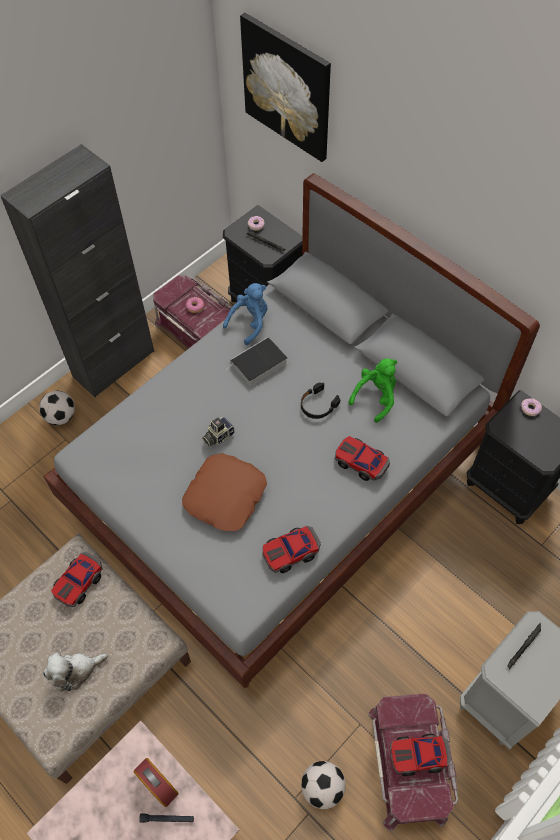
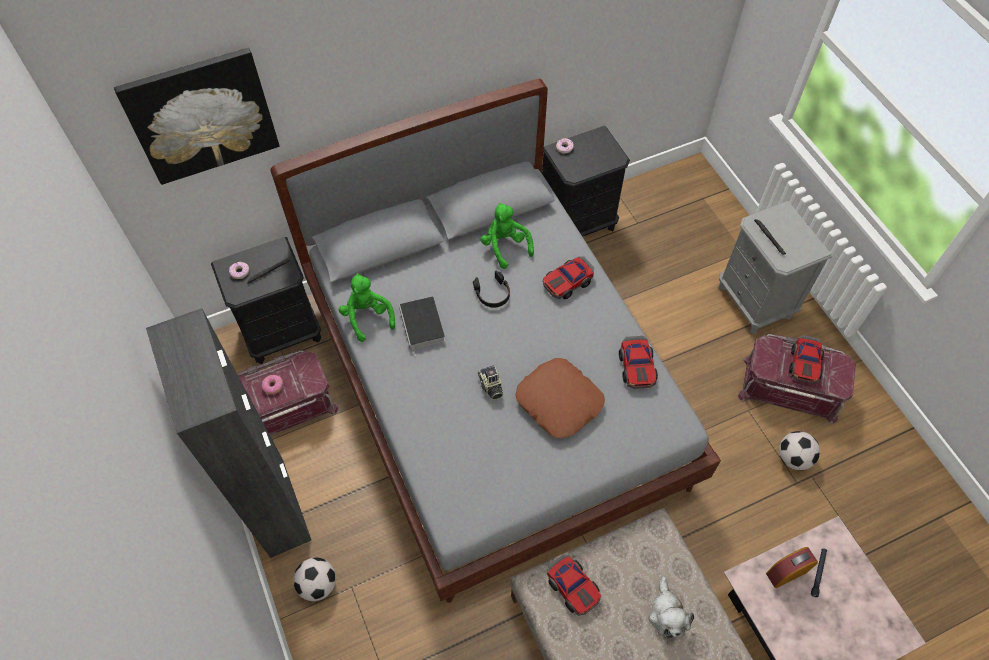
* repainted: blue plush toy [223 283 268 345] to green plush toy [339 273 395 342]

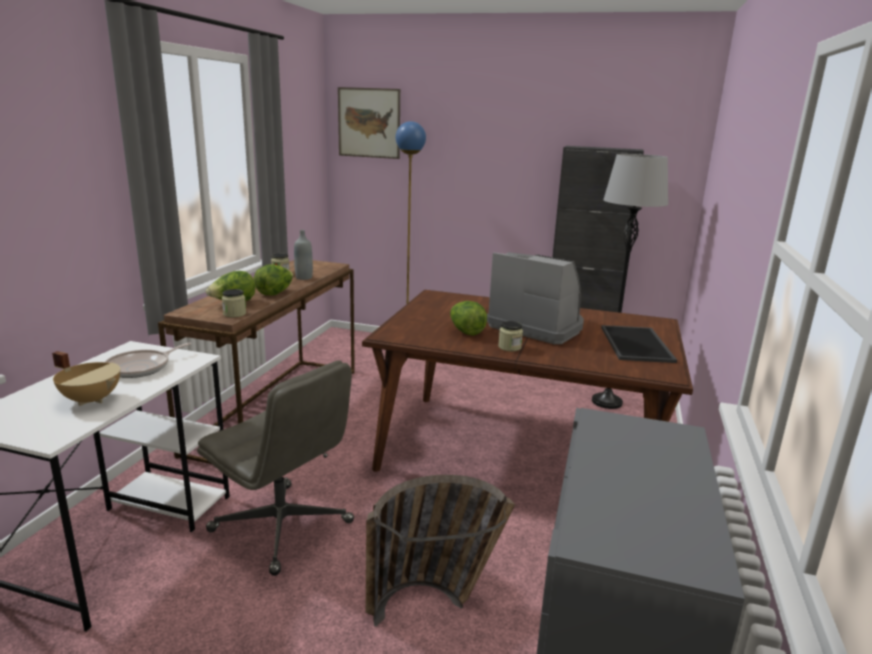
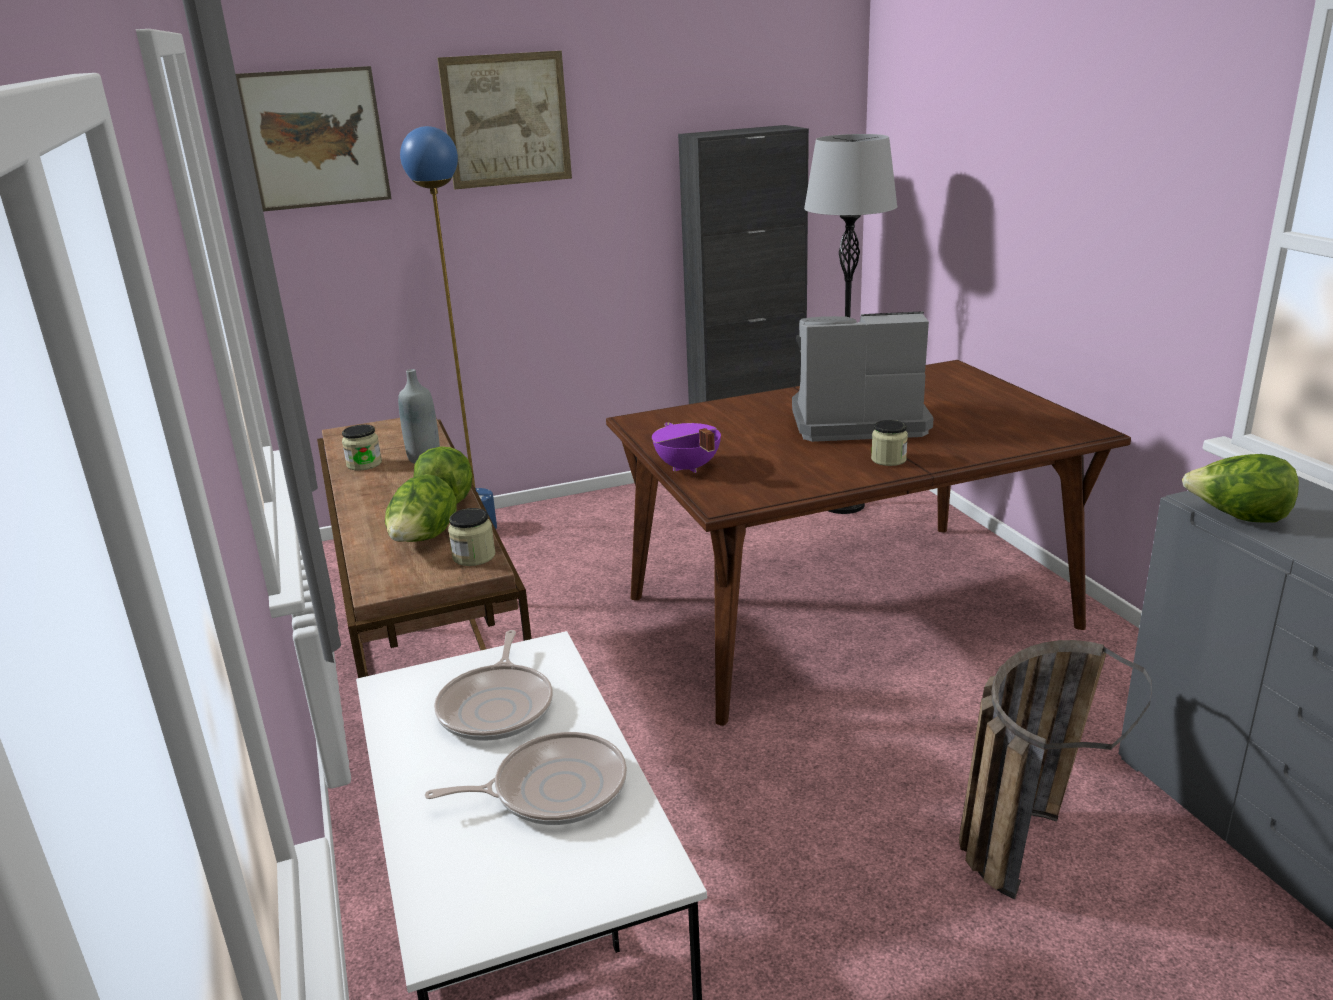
* shifted: lettuce [450 301 487 336] to [1182 454 1299 523]
* gone: tray [601 325 677 363]
* swapped: beige cooking pot [52 351 120 406] to frying pan [424 732 627 825]
* gone: grey office chair [197 360 354 576]
* new: picture [437 51 572 189]
* new: purple cooking pot [652 423 721 473]

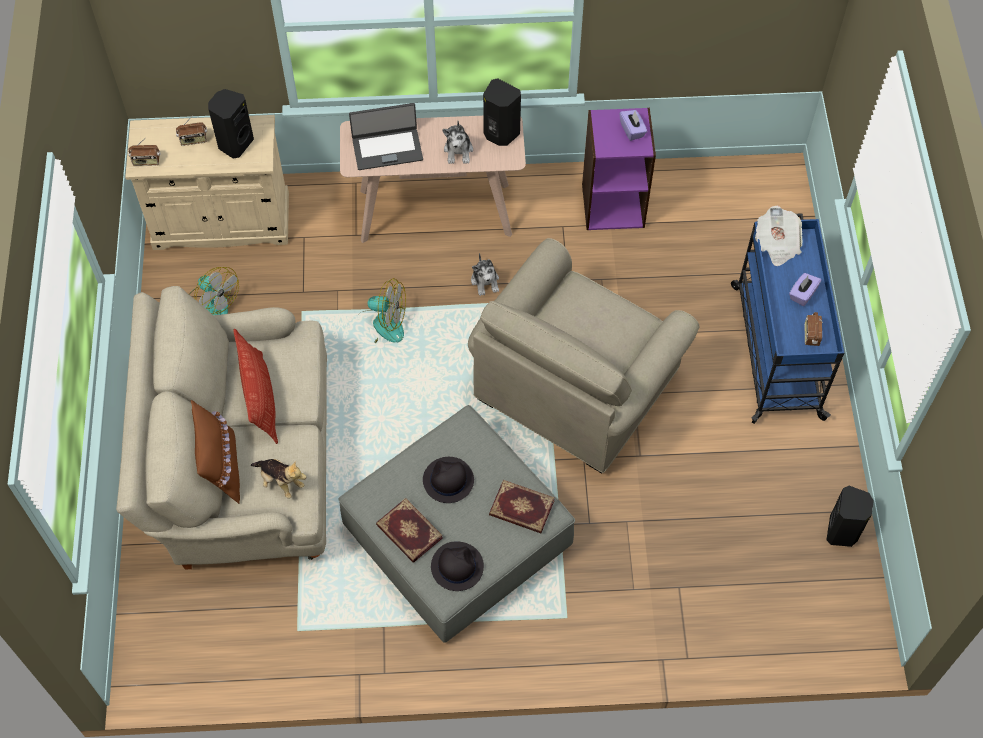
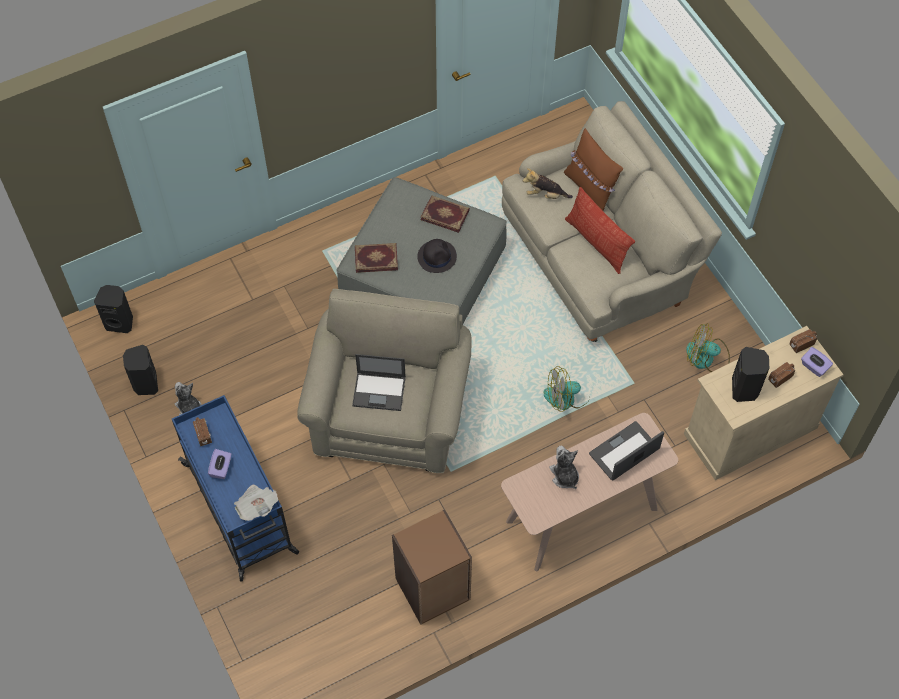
* shifted: black speaker [483 78 521 146] to [94 285 133 333]
* repainted: purple bookcase [582 108 656 230] to brown bookcase [392 510 472 625]
* shifted: purple tissue box [619 110 647 141] to [801 347 833 377]
* shifted: plush toy [471 253 499 296] to [175 382 202 415]
* gone: black hat [431 541 484 591]
* new: laptop [352 354 406 411]

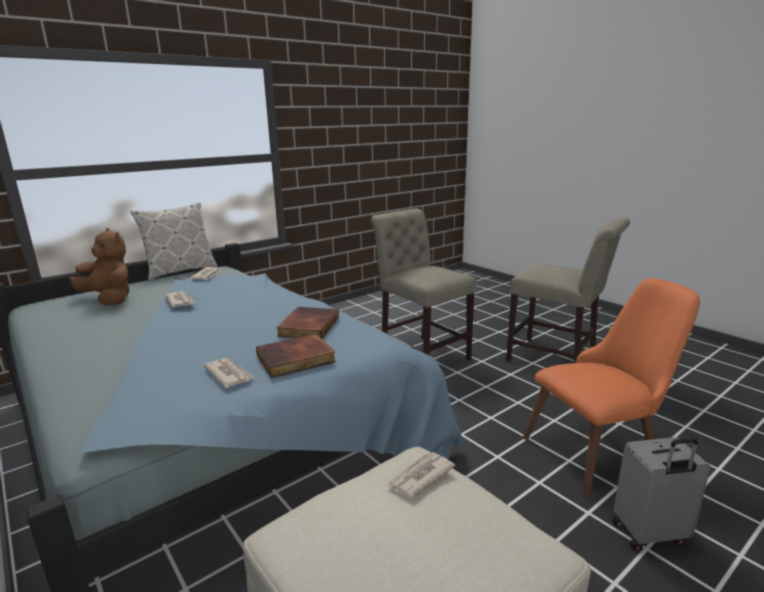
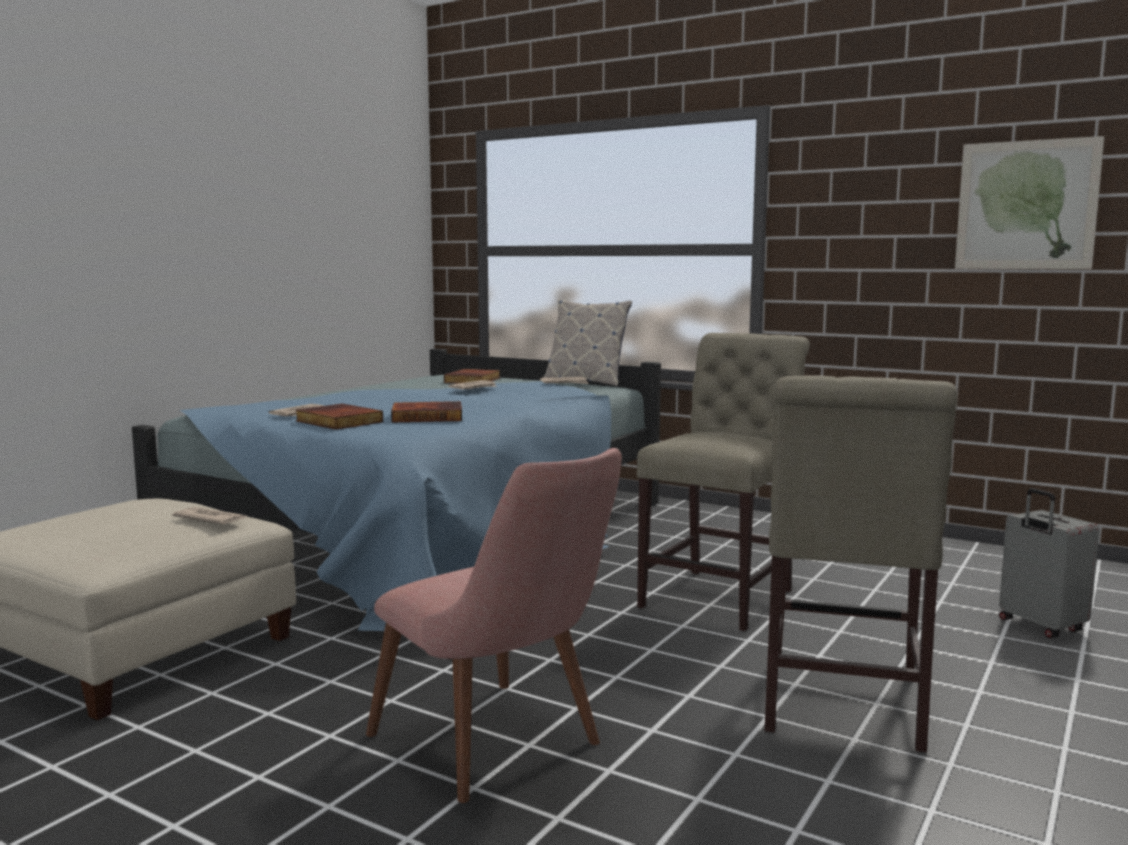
* swapped: brown plush toy [69 228 130 305] to book [444 369 500 384]
* repainted: orange chair [523 278 700 497] to pink chair [366 448 622 803]
* shifted: grey suitcase [612 437 711 551] to [999 488 1099 638]
* new: picture [955 136 1104 269]

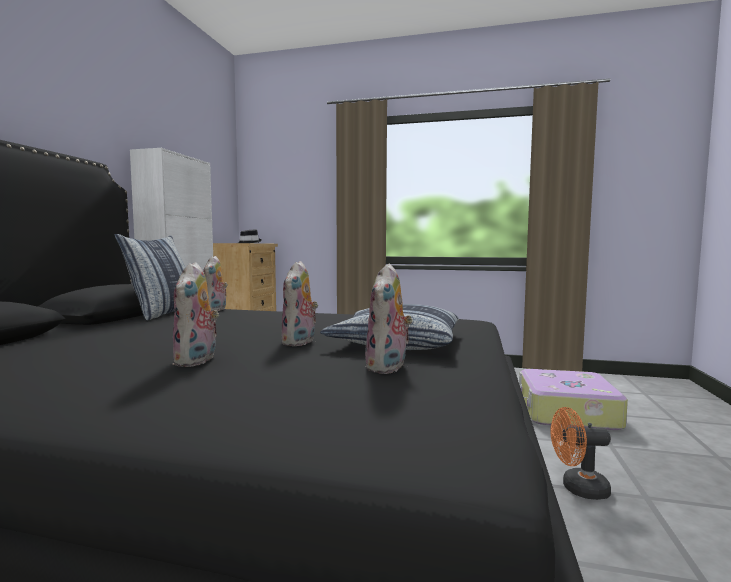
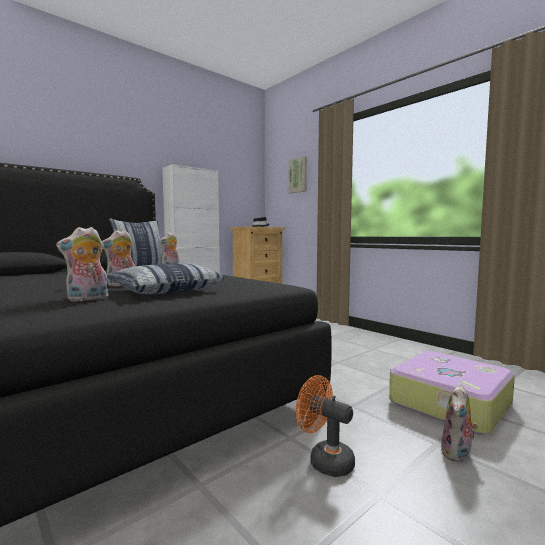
* shifted: plush toy [172 262 219 367] to [441 384 478 462]
* new: picture [289 156 307 193]

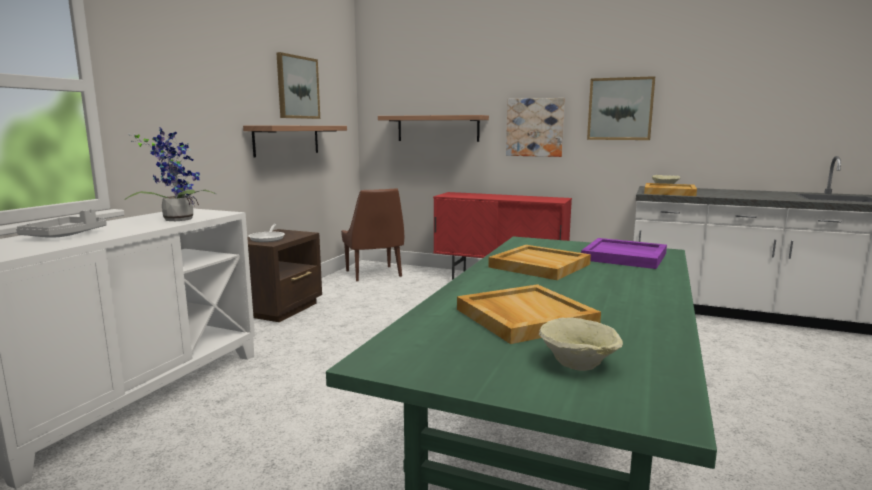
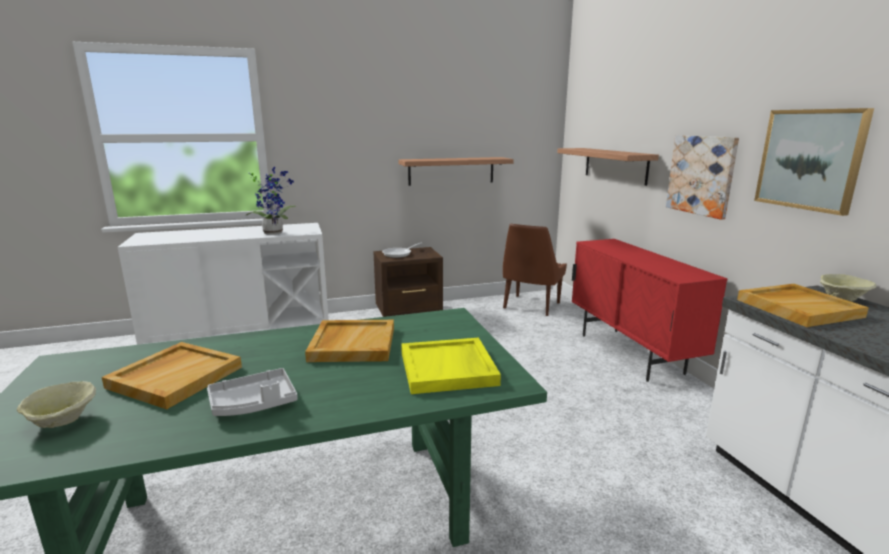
* gone: picture [277 52 320 119]
* shifted: grey tray [16 209 107 238] to [207 368 298 416]
* repainted: purple tray [581 238 667 269] to yellow tray [401 338 501 394]

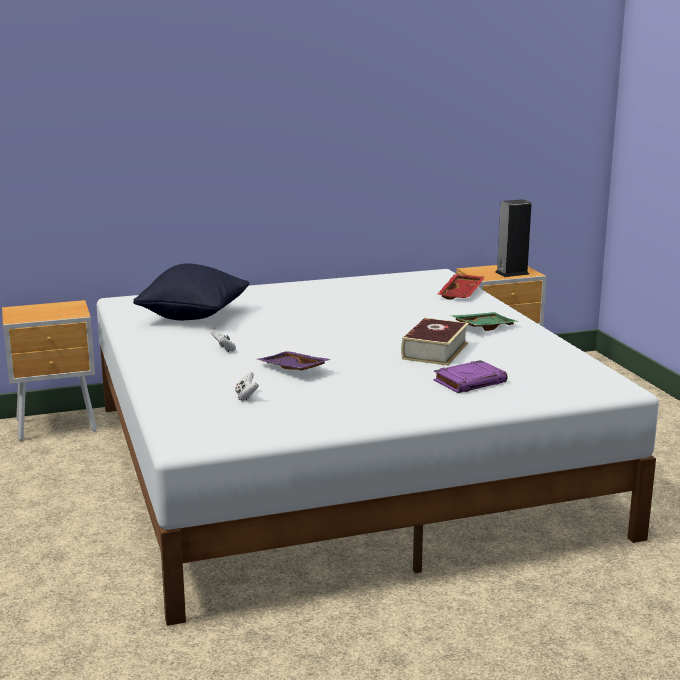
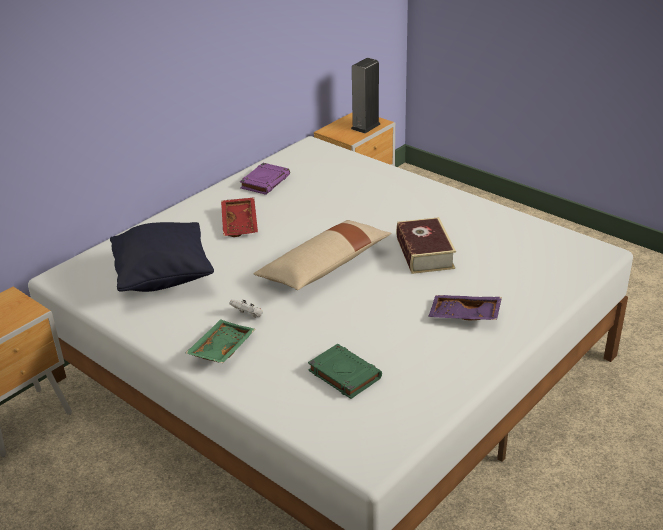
* shifted: red tray [437 274 485 300] to [221 197 258 237]
* shifted: green tray [450 312 519 331] to [185 319 256 363]
* shifted: purple tray [257 351 331 370] to [428 295 502 320]
* shifted: purple book [434 360 507 393] to [240 163 290 195]
* swapped: white game controller [235 372 259 401] to green book [308 344 382 399]
* new: beige pillow [253 220 392 290]

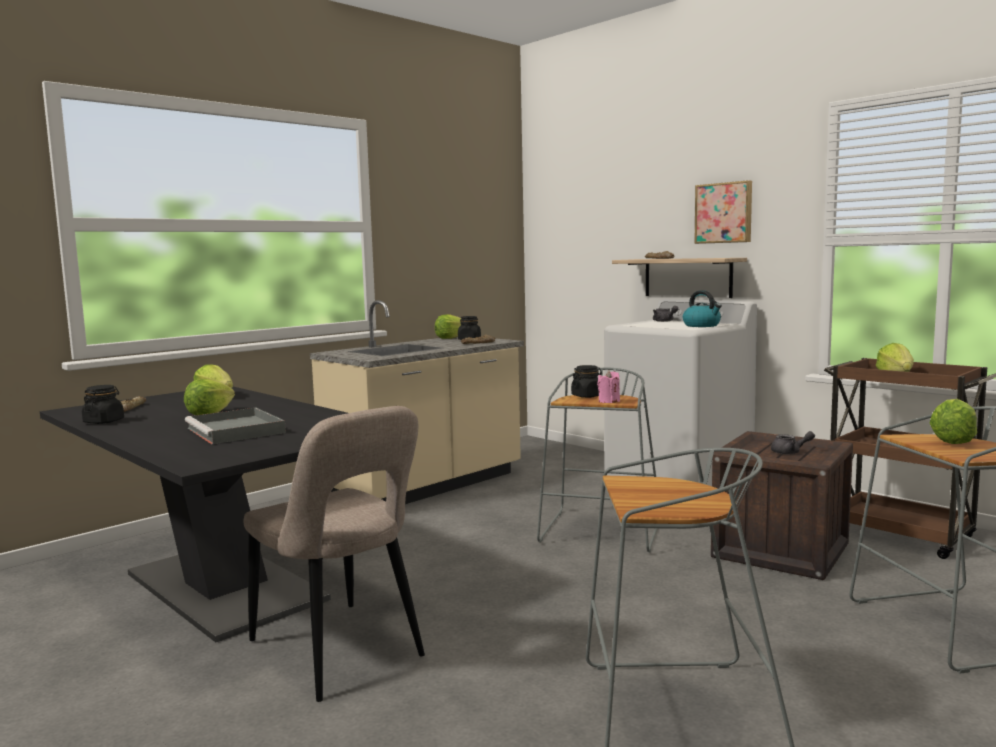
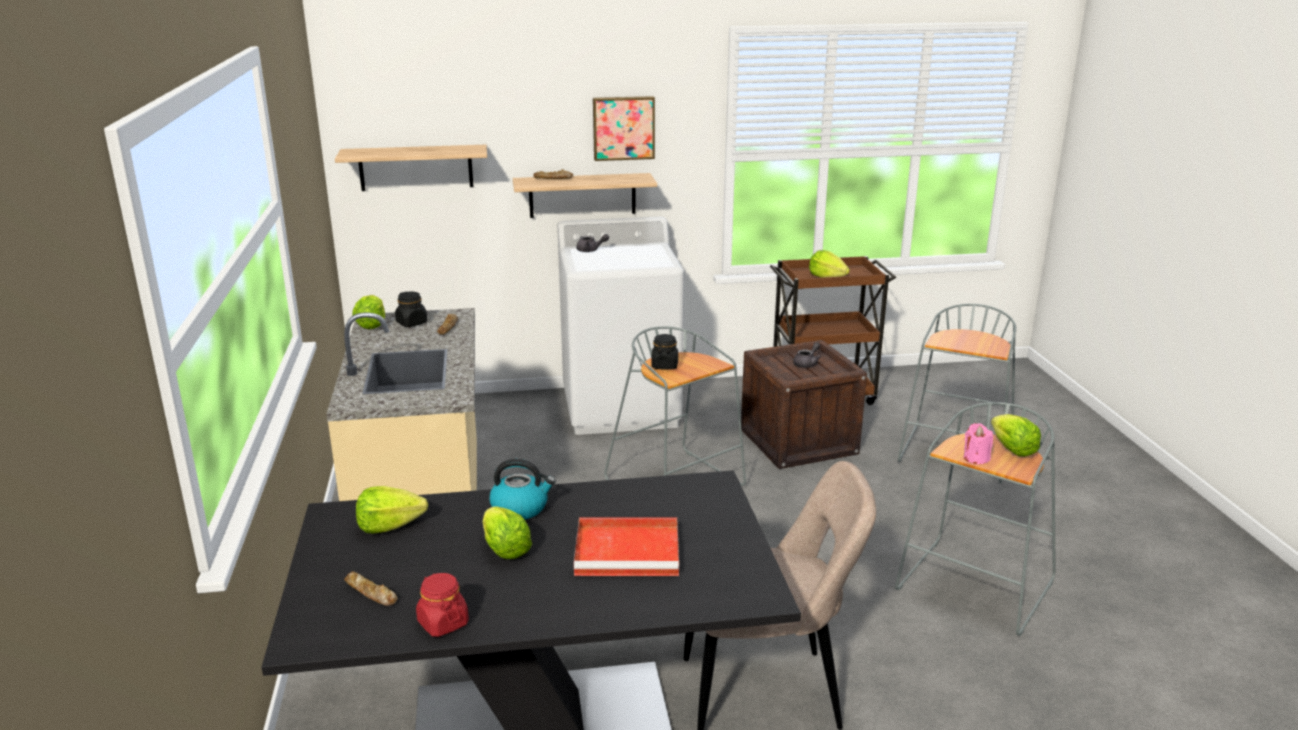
* shifted: kettle [683 290 722 327] to [489 459 556 520]
* shifted: pink candle [597 370 620 403] to [964 423 993 464]
* repainted: black jar [82 385 124 424] to red jar [416 573 469 637]
* shifted: lettuce [929 399 977 444] to [991 414 1041 457]
* repainted: grey tray [185 408 286 444] to red tray [574 517 679 576]
* new: shelf [335 145 487 191]

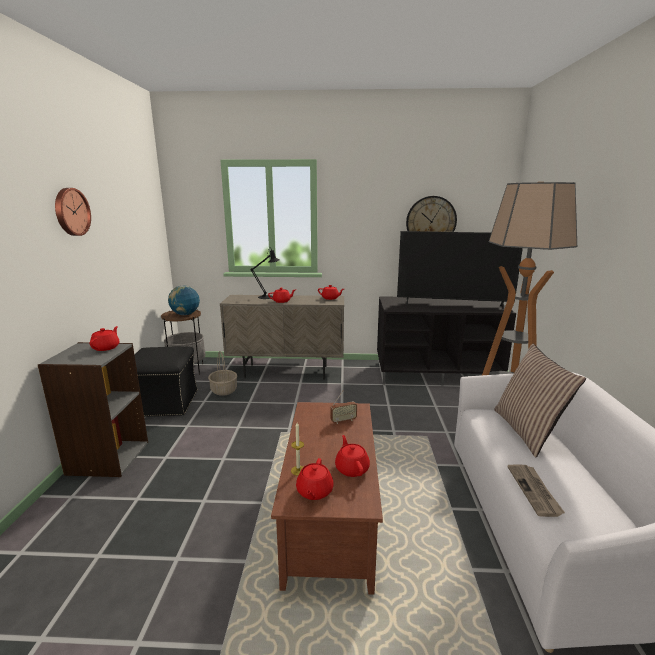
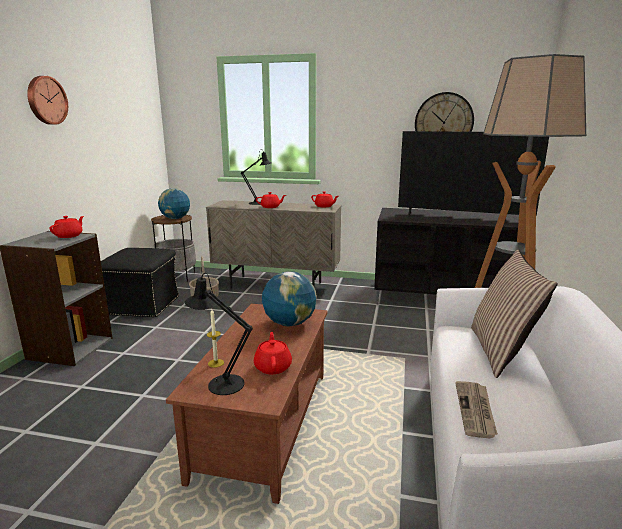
* swapped: radio [330 390 357 424] to globe [262 271 317 326]
* swapped: red teapot [296 458 333 500] to black table lamp [185 273 253 395]

